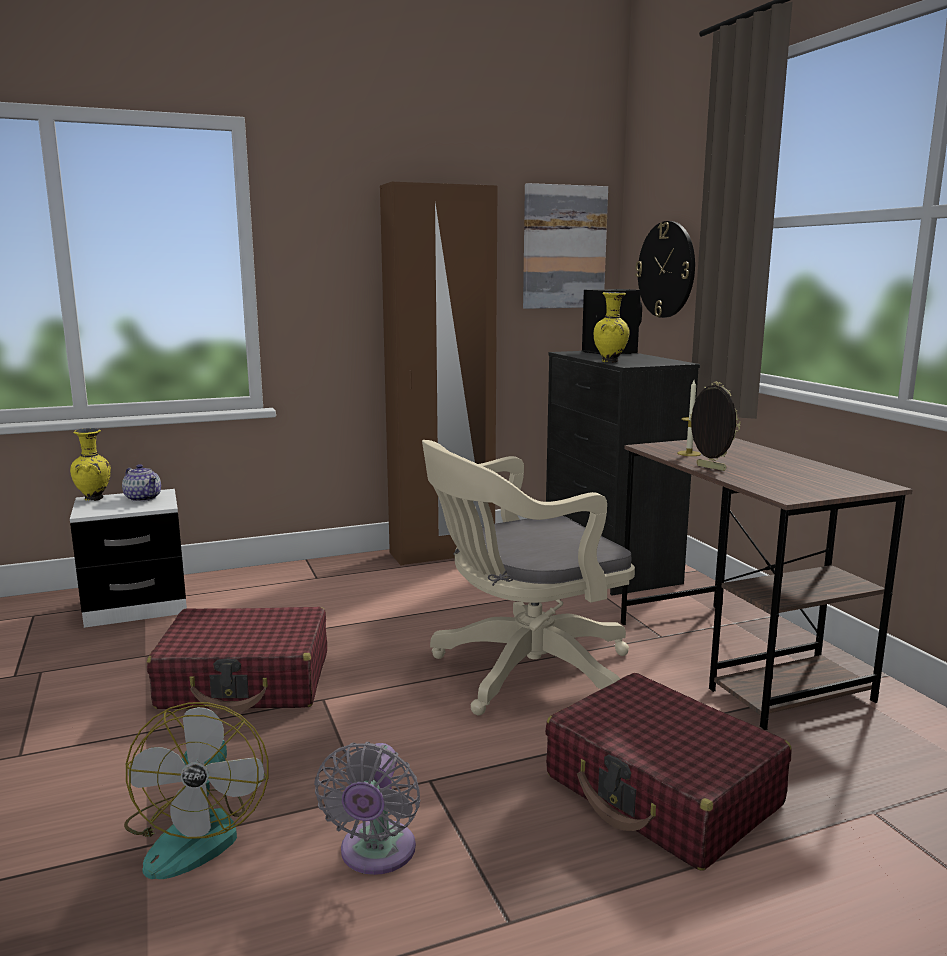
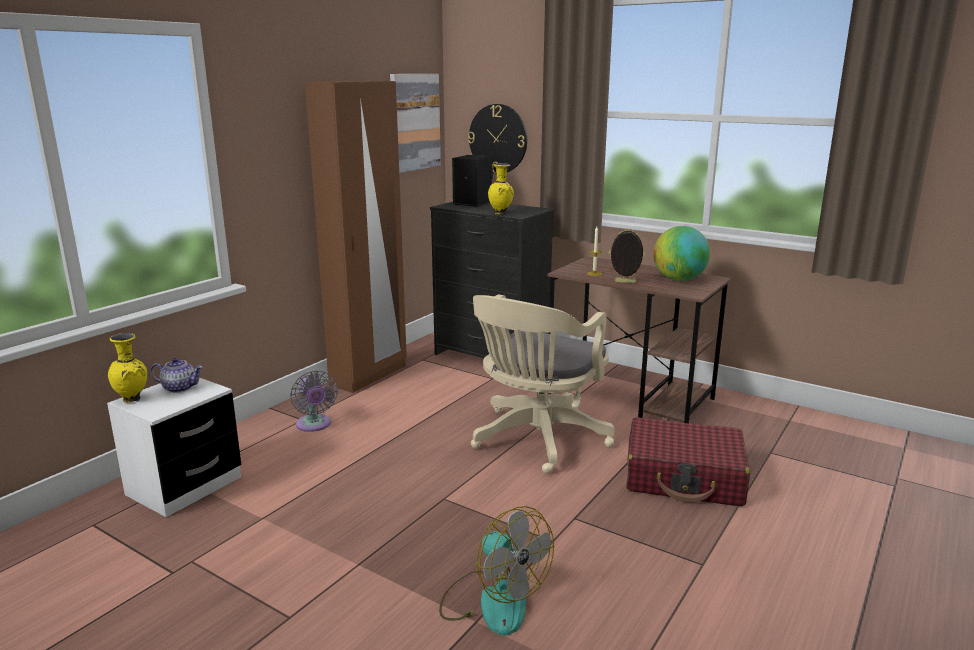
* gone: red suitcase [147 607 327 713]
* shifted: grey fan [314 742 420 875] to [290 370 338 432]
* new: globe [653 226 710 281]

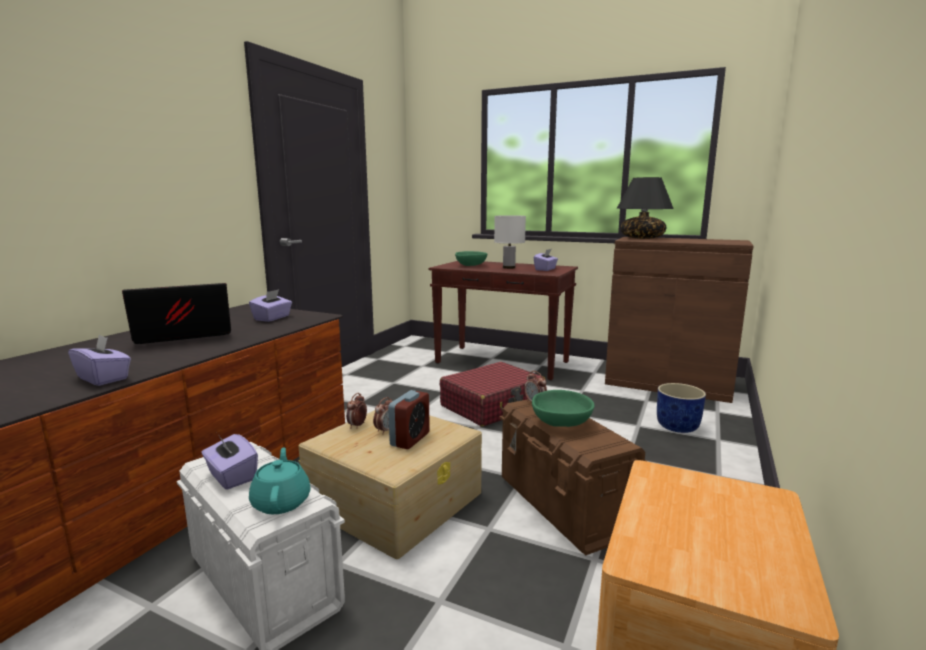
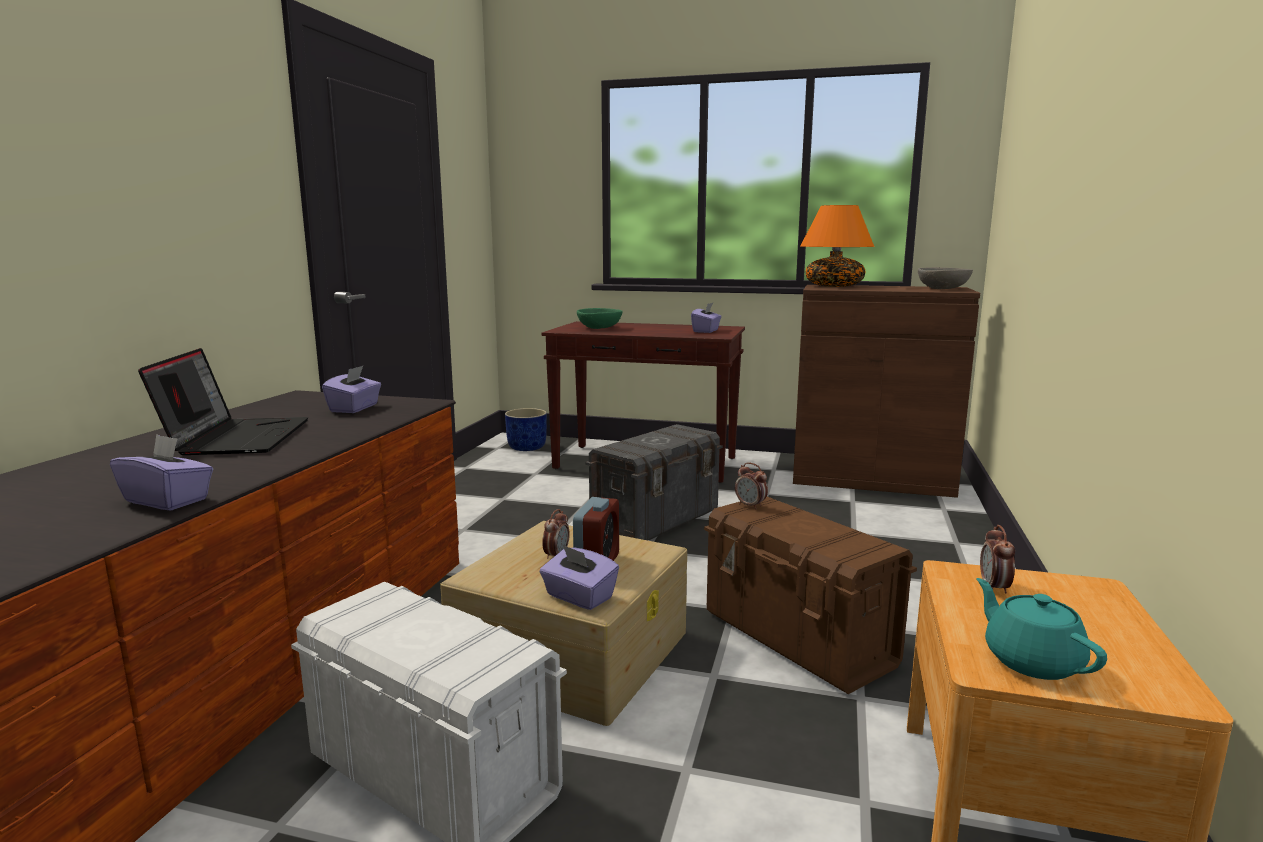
* repainted: black table lamp [617 177 674 239] to orange table lamp [800 205 875 287]
* gone: white table lamp [494 215 526 269]
* rotated: laptop [122 283 231 344] = [138 348 308 455] 120 degrees clockwise
* swapped: red suitcase [440 362 546 427] to grey storage box [585 424 723 541]
* shifted: blue planter [657 383 706 433] to [505 408 547 451]
* gone: green bowl [532 390 594 427]
* shifted: alarm clock [346 393 367 428] to [980 525 1015 593]
* shifted: purple tissue box [202 433 258 490] to [540 544 619 610]
* shifted: turquoise teapot [249 447 310 515] to [976 578 1107 680]
* new: grey bowl [918 267 973 289]

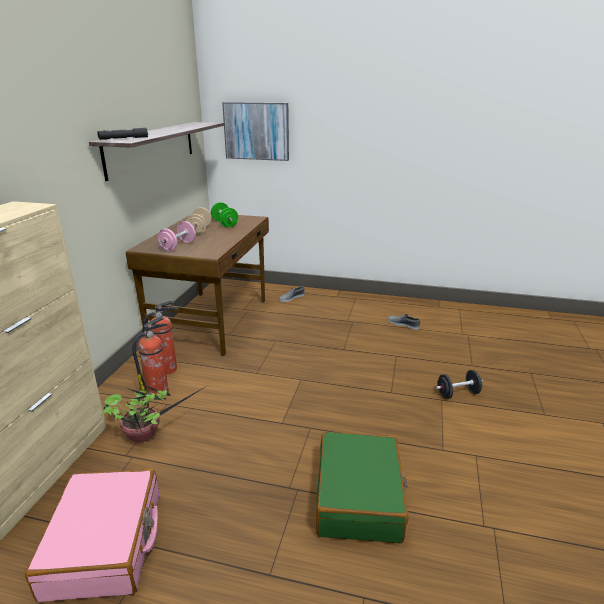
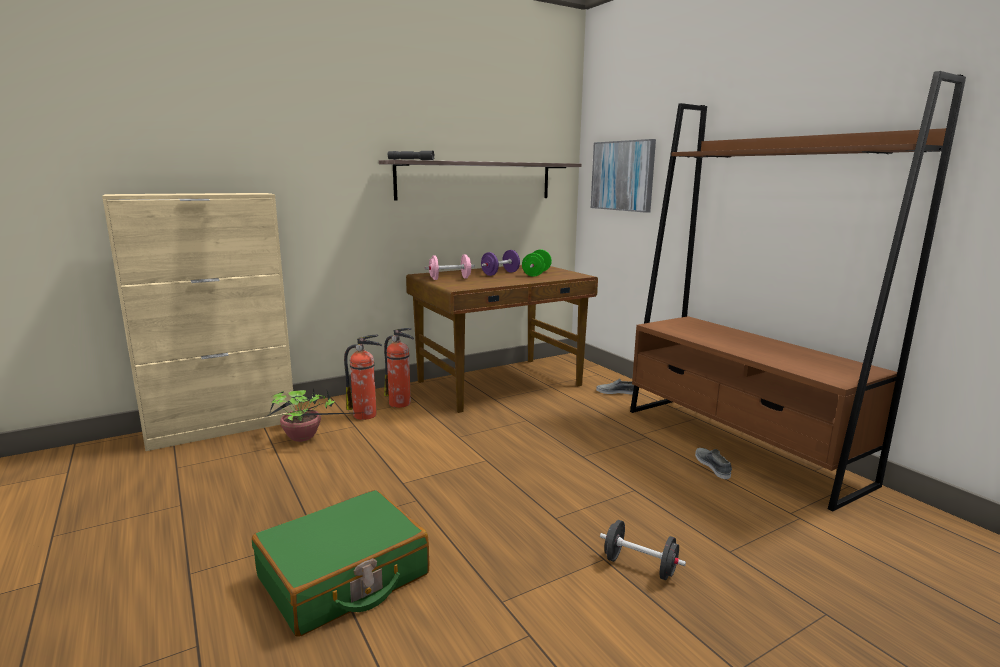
* repainted: beige dumbbell [186 207 212 235] to purple dumbbell [481 250 520 276]
* gone: pink suitcase [25 469 159 602]
* new: brown bookcase [630 71 966 512]

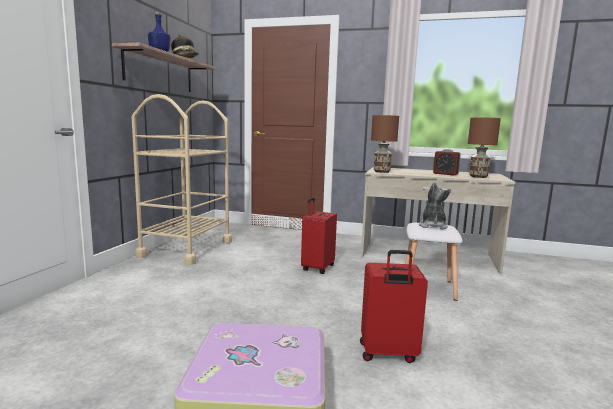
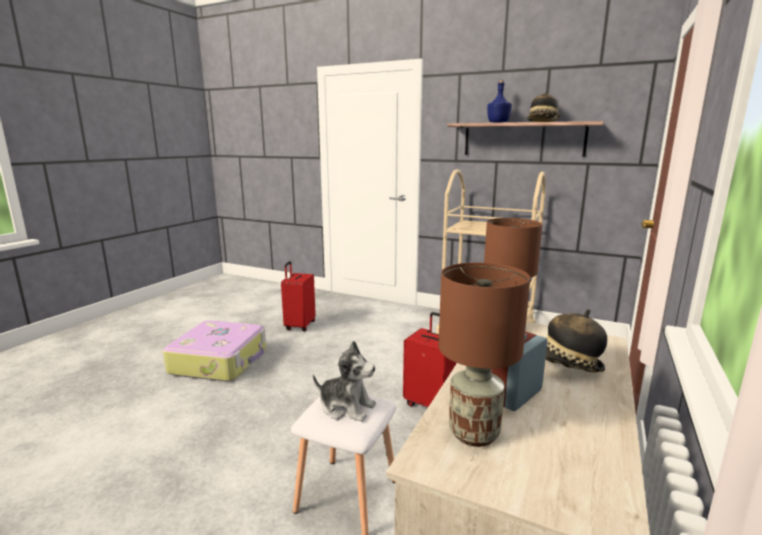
* shifted: red suitcase [360 250 428 363] to [281 261 316 331]
* new: hat [545 309 607 373]

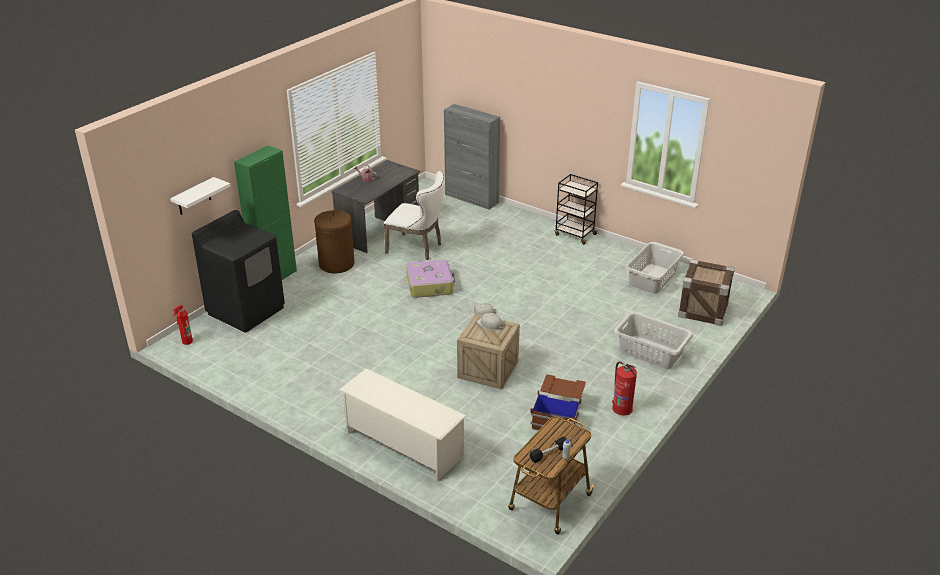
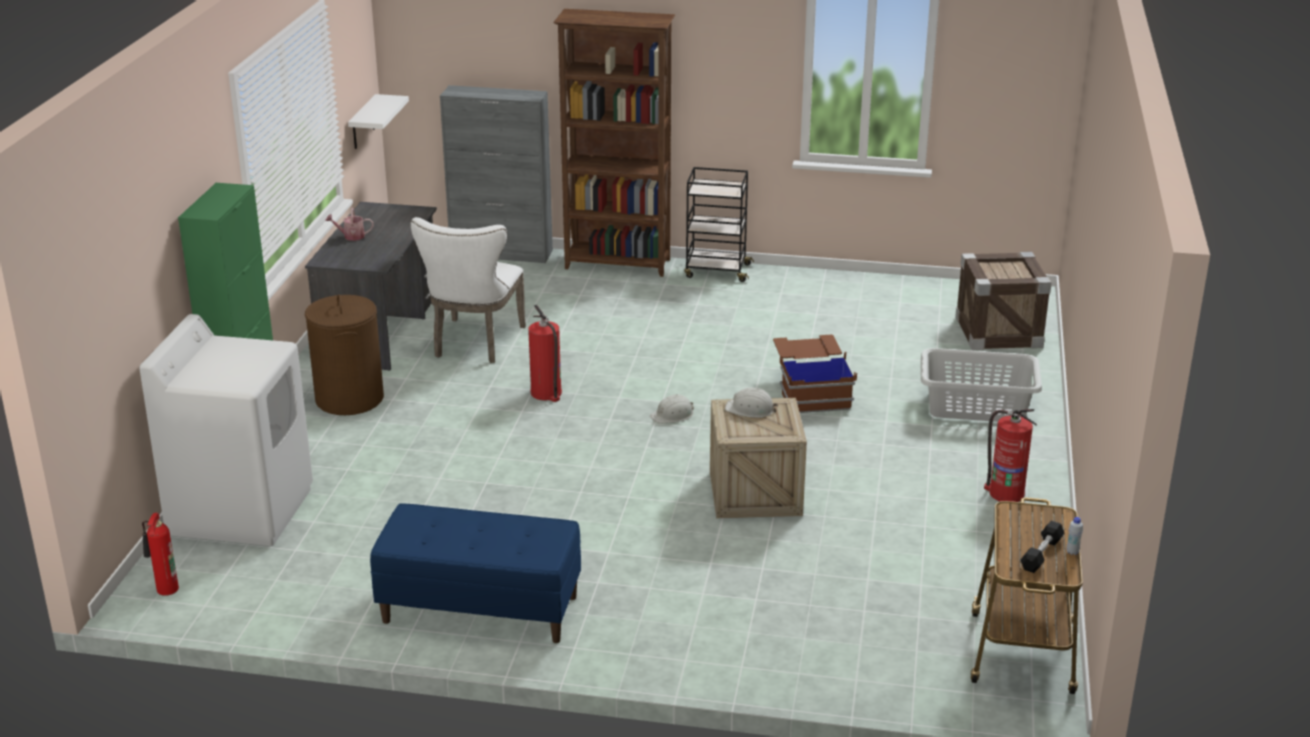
* rotated: white chair [383 171 445 260] = [411 217 526 363] 105 degrees clockwise
* shifted: white shelf [170 177 230 215] to [348 94 409 149]
* repainted: black washing machine [192 210 285 333] to white washing machine [139 314 313 546]
* gone: grey laundry basket [625 242 684 293]
* swapped: suitcase [406 260 455 298] to fire extinguisher [528 305 562 402]
* gone: white shoe rack [339 368 466 481]
* shifted: brown storage box [530 374 586 434] to [773 335 857 413]
* new: brown bookcase [553 9 675 277]
* new: blue bench [370 503 581 643]

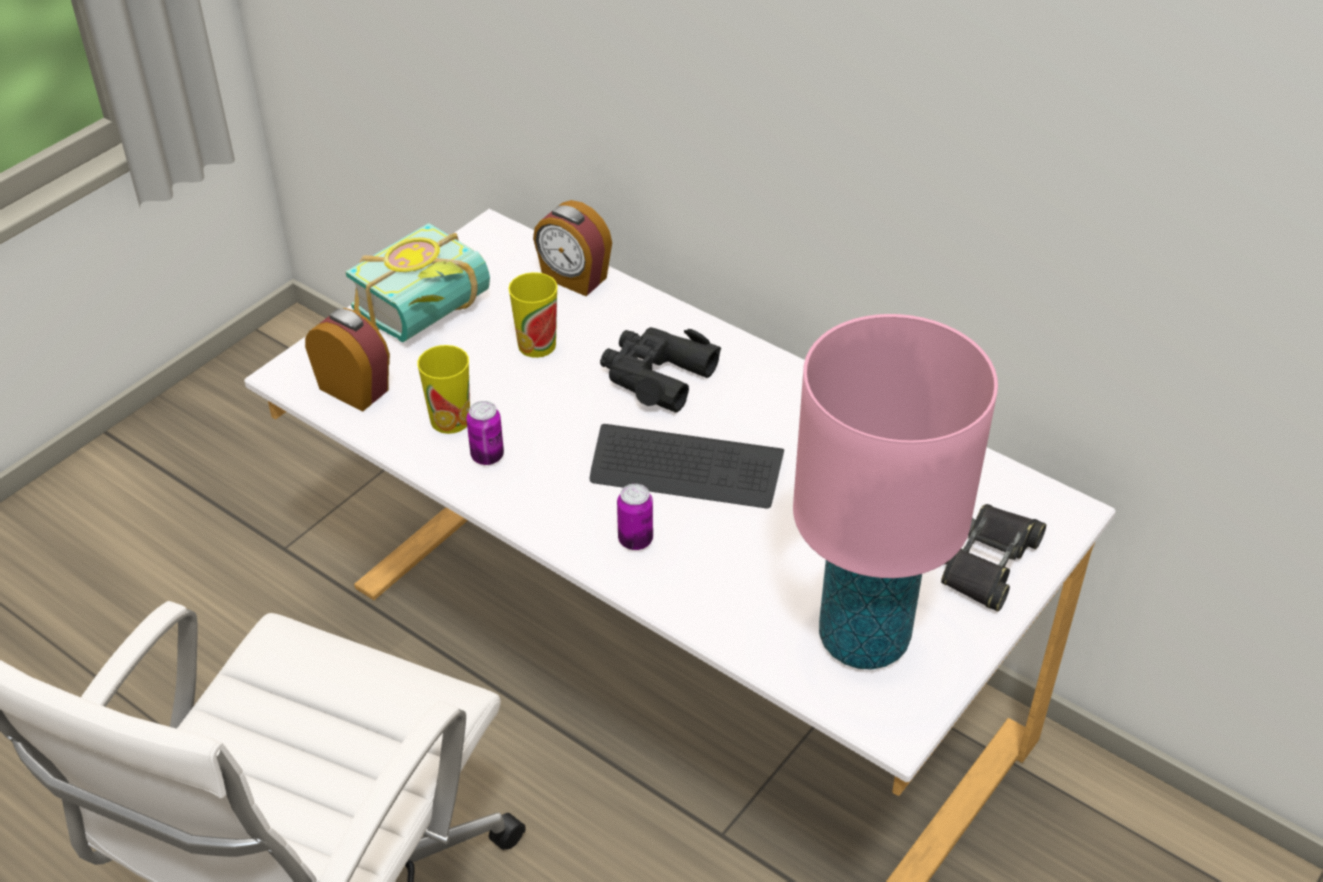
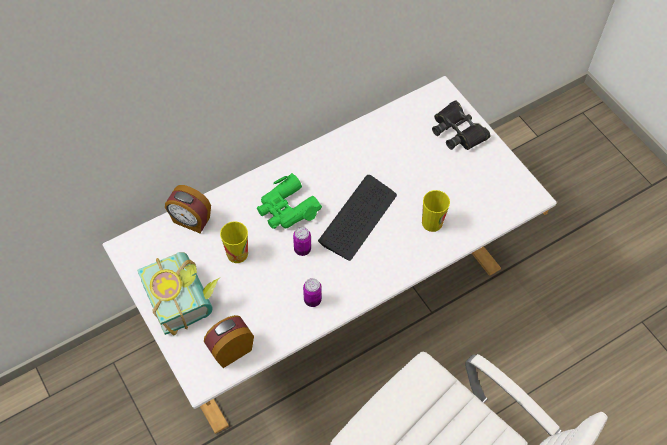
* rotated: alarm clock [533 200 612 296] = [165 185 211 233] 60 degrees clockwise
* gone: pink table lamp [793 314 998 670]
* repainted: black binoculars [600 327 721 413] to green binoculars [257 173 322 229]
* shifted: cup [417 345 470 434] to [422 190 450 232]
* shifted: can [617 484 653 550] to [293 227 311 256]

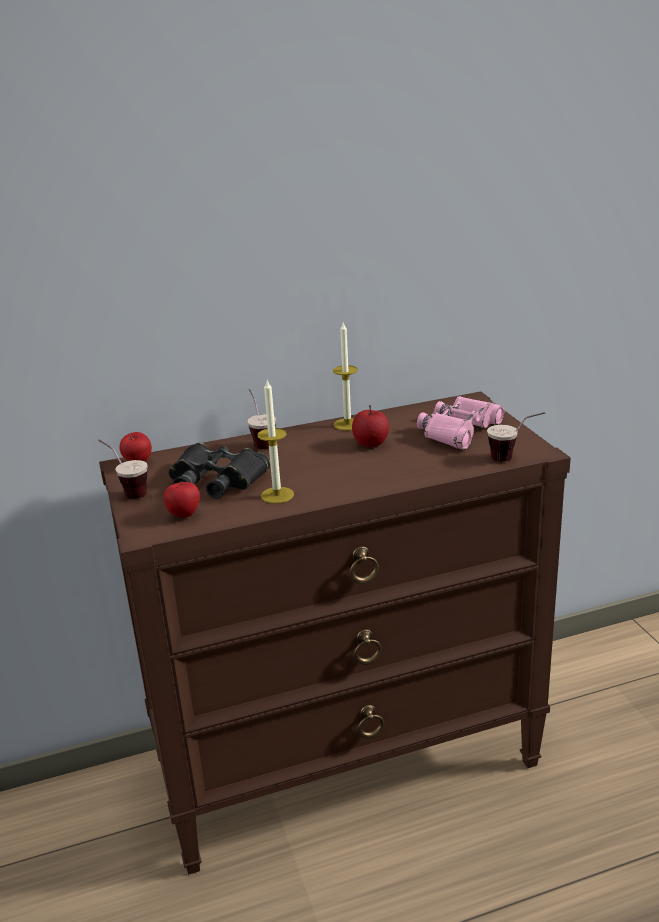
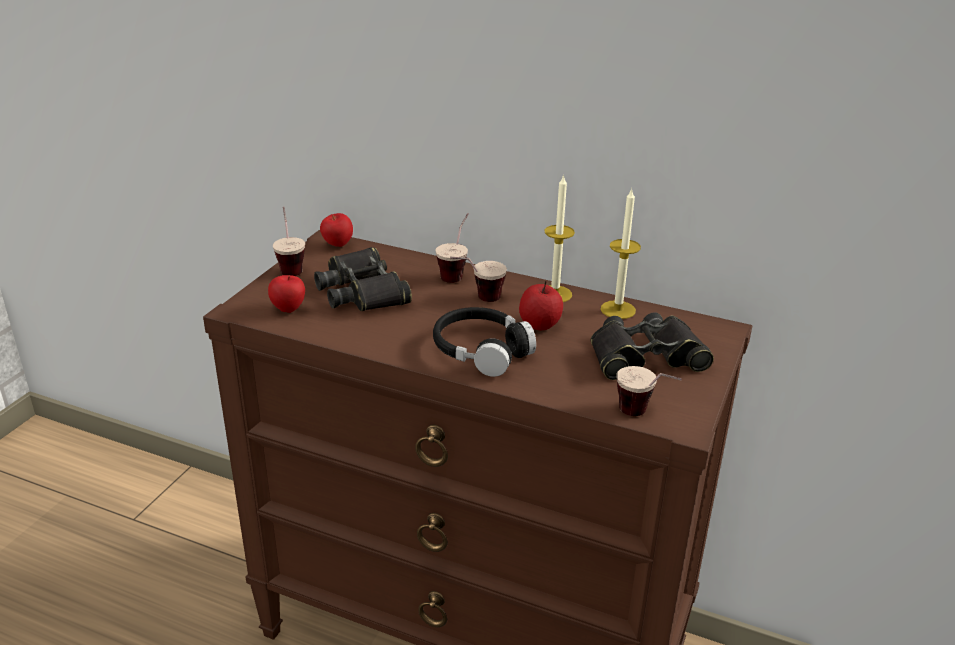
* shifted: candle [257 380 294 504] to [601 188 641 319]
* repainted: pink binoculars [417 396 504 450] to black binoculars [591 312 714 380]
* new: cup [450 257 507 302]
* new: black headphones [433 307 536 377]

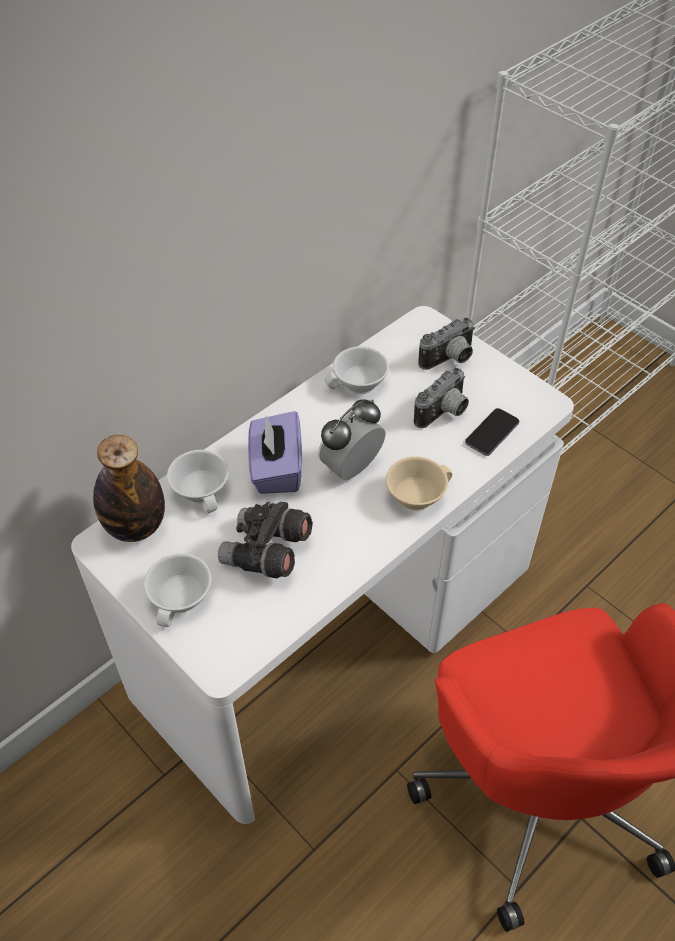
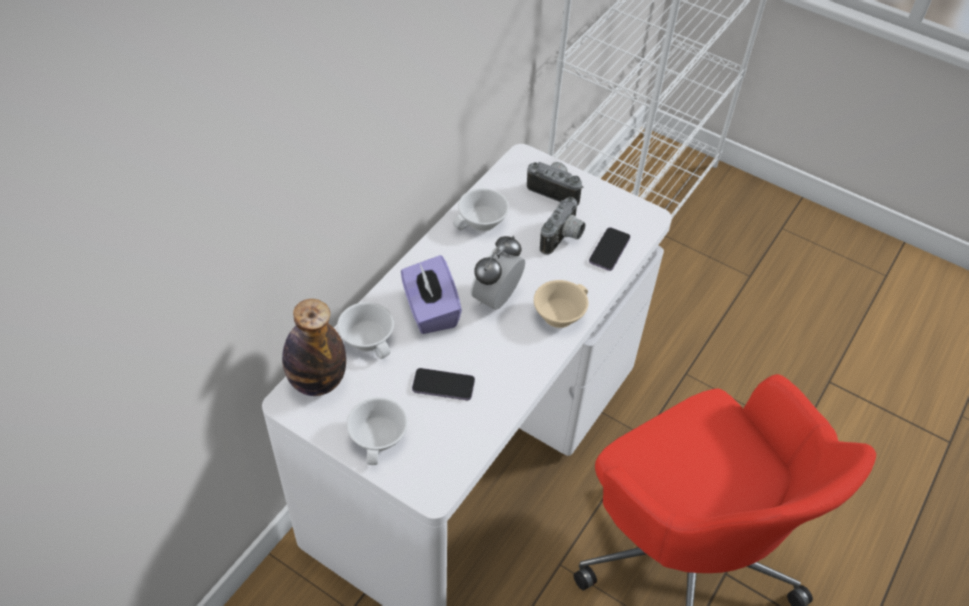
* rotated: photo camera [418 317 475 370] = [527 162 584 206] 105 degrees counterclockwise
* swapped: grey binoculars [218 502 313 578] to phone [412 368 475 400]

